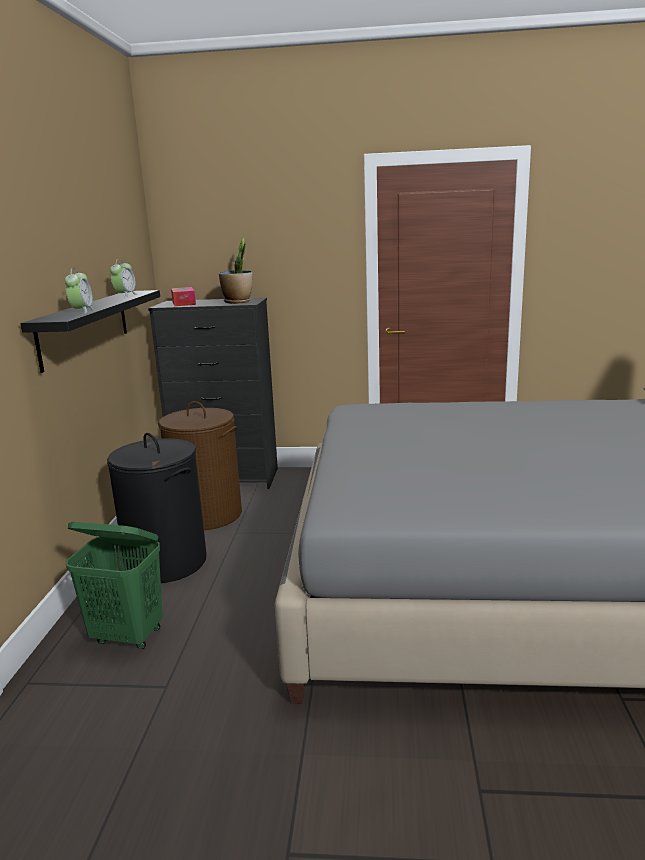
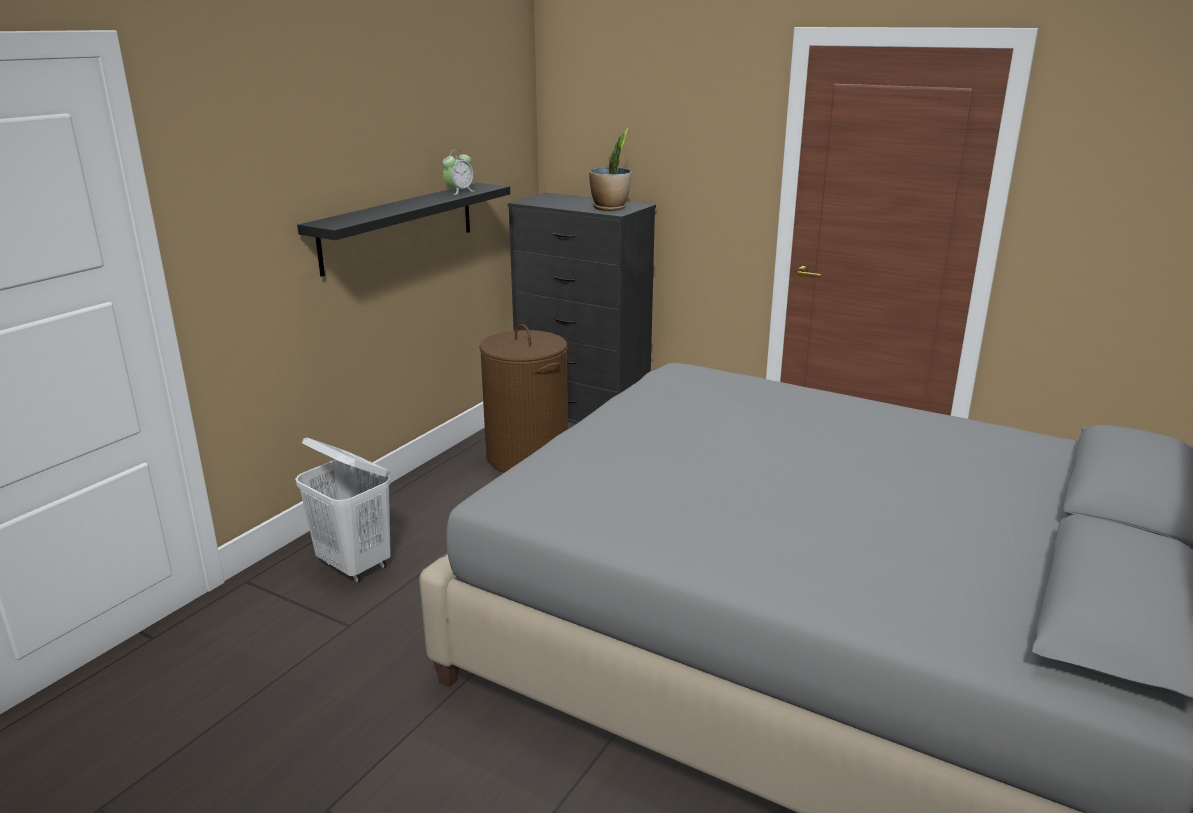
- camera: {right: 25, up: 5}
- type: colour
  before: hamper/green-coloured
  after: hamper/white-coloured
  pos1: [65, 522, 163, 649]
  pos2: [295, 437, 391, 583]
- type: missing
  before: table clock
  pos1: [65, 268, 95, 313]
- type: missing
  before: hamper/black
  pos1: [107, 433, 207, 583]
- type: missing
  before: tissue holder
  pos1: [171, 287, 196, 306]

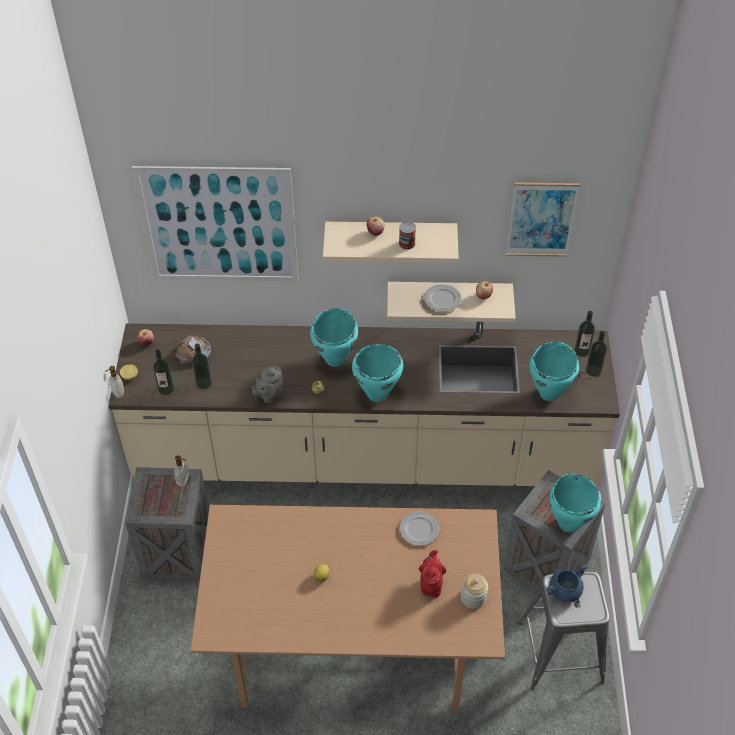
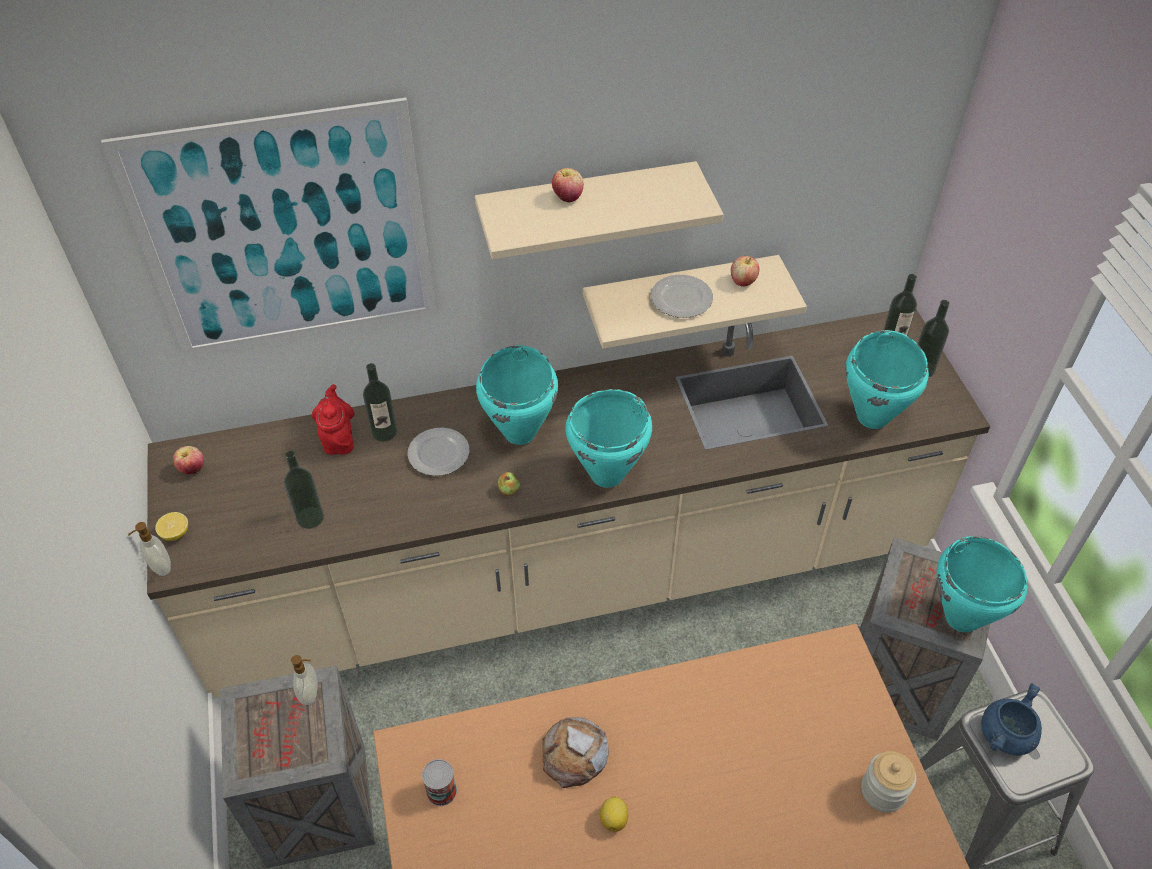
- camera: {right: -15, up: 0}
- type: relocated
  before: pot for tea/red
  pos1: [418, 550, 446, 597]
  pos2: [312, 384, 354, 455]
- type: relocated
  before: beverage bottle
  pos1: [153, 349, 174, 395]
  pos2: [363, 363, 397, 441]
- type: relocated
  before: flat dish
  pos1: [399, 511, 439, 546]
  pos2: [408, 428, 469, 476]
- type: relocated
  before: sealed can
  pos1: [399, 221, 416, 250]
  pos2: [422, 759, 457, 806]
- type: relocated
  before: bread
  pos1: [176, 335, 211, 366]
  pos2: [542, 717, 609, 788]
- type: missing
  before: pot for tea/greyish
  pos1: [252, 366, 283, 403]
- type: missing
  before: wall art
  pos1: [506, 182, 580, 257]

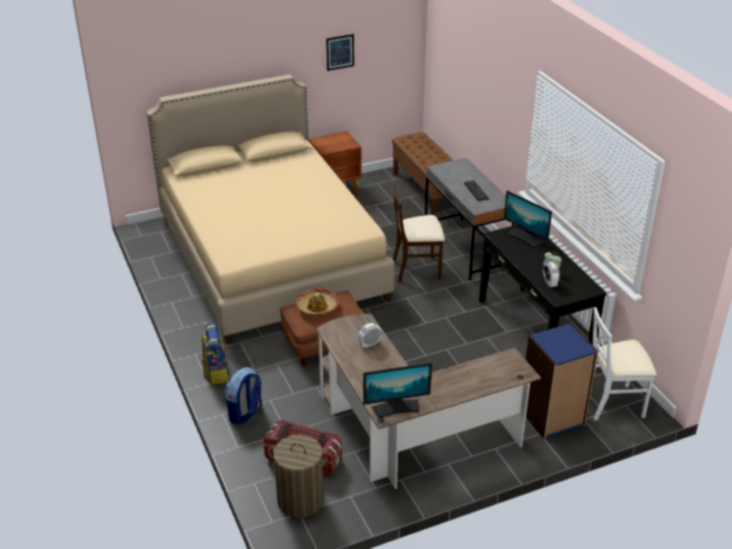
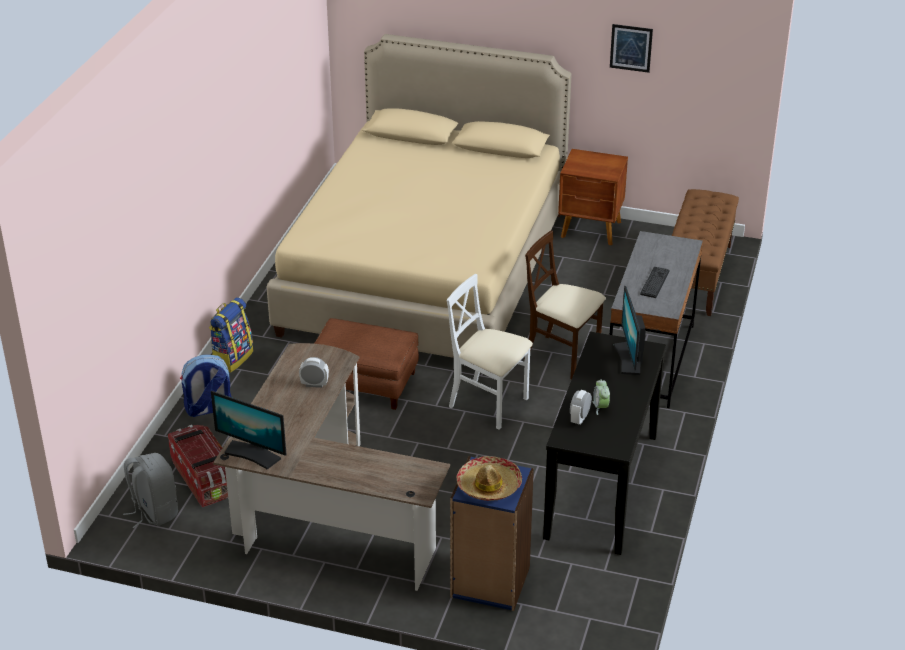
- camera: {right: 40, up: 0}
- type: exchanged
  before: hamper
  after: backpack/greyish
  pos1: [268, 434, 327, 518]
  pos2: [123, 453, 178, 528]
- type: relocated
  before: chair/white-coloured
  pos1: [593, 307, 657, 420]
  pos2: [447, 274, 533, 430]
- type: relocated
  before: wearable hat
  pos1: [296, 288, 339, 316]
  pos2: [457, 456, 522, 501]

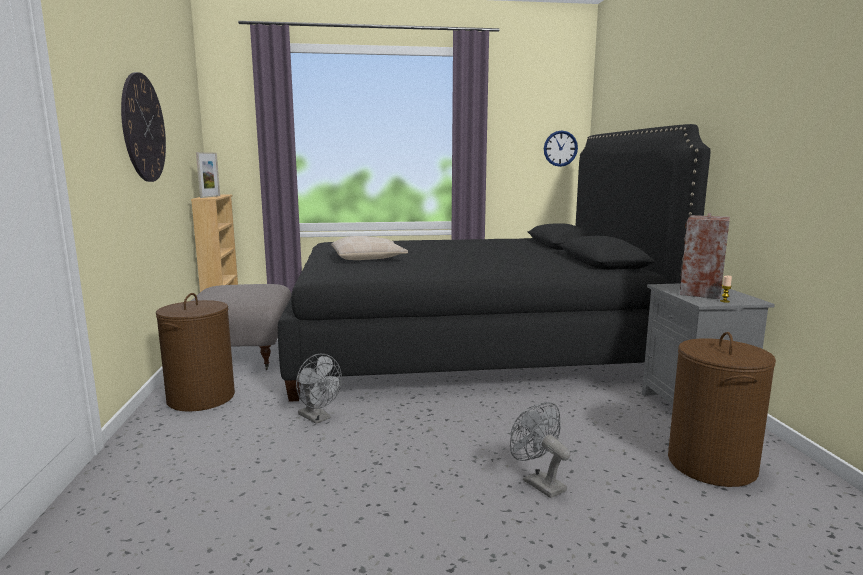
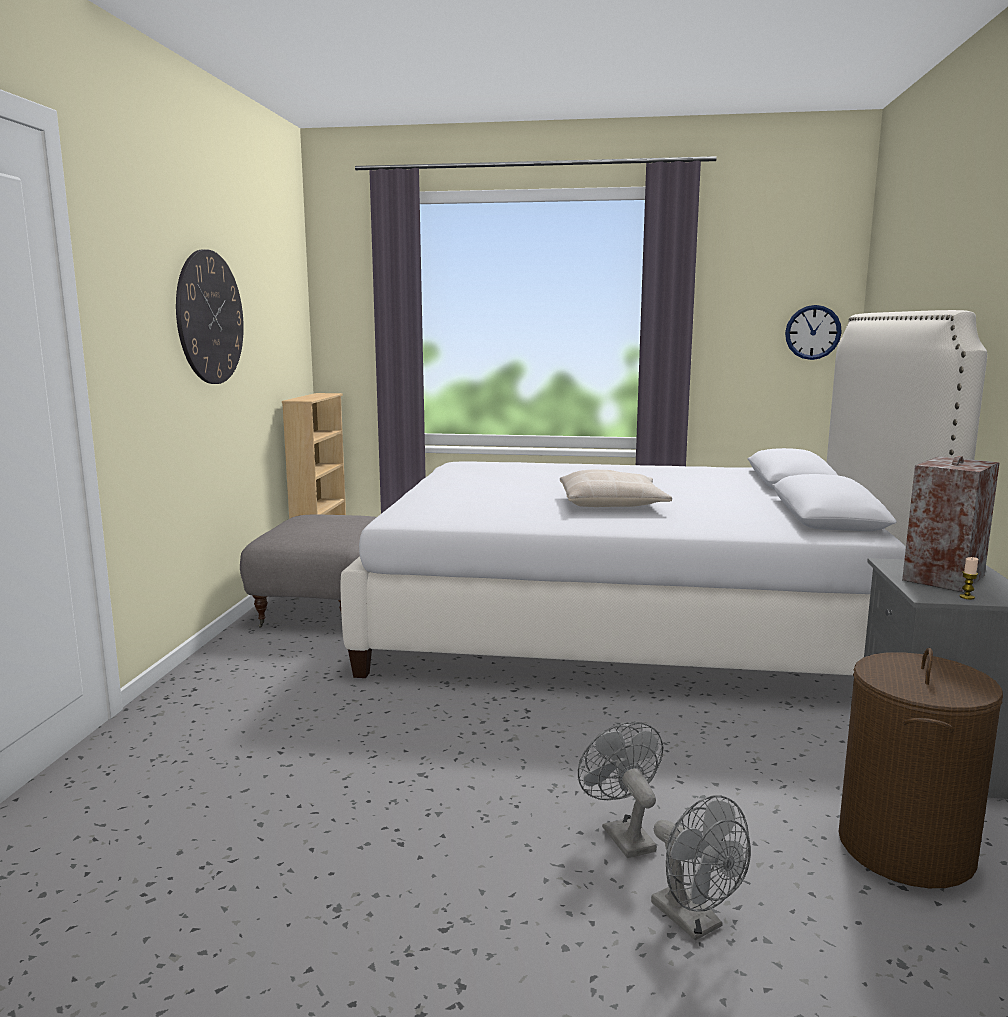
- camera: {right: 15, up: 0}
- type: colour
  before: sleeping bed/black
  after: sleeping bed/white-coloured
  pos1: [278, 124, 710, 402]
  pos2: [341, 310, 987, 678]
- type: relocated
  before: throw pillow/sand-coloured
  pos1: [331, 236, 408, 260]
  pos2: [560, 470, 672, 507]
- type: relocated
  before: cooling fan/greyish
  pos1: [296, 354, 342, 424]
  pos2: [651, 795, 751, 940]
- type: missing
  before: hamper/brown
  pos1: [156, 293, 235, 412]
- type: missing
  before: photo frame
  pos1: [196, 152, 220, 198]

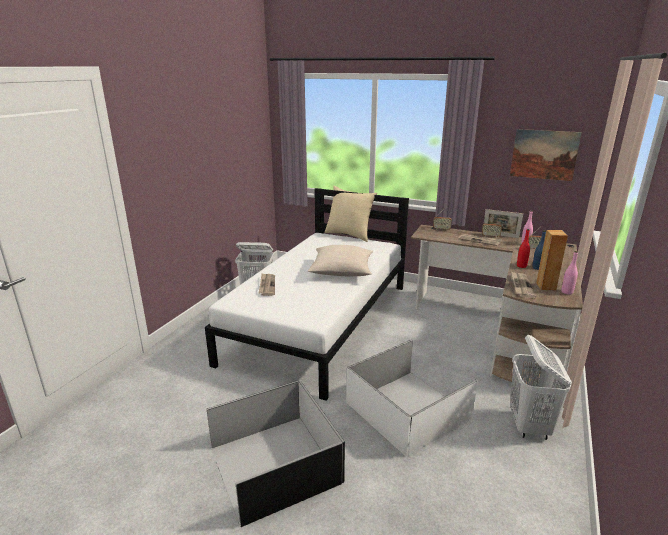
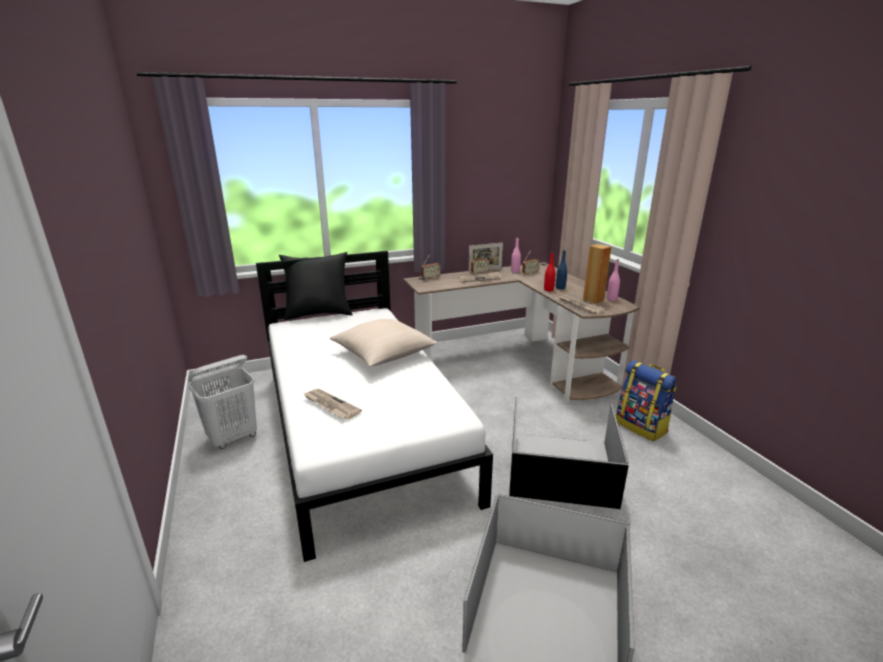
- camera: {right: -45, up: 0}
- type: colour
  before: throw pillow/sand-coloured
  after: throw pillow/black
  pos1: [325, 186, 377, 242]
  pos2: [279, 252, 353, 320]
- type: colour
  before: storage box/white-coloured
  after: storage box/black
  pos1: [346, 340, 478, 457]
  pos2: [509, 397, 629, 509]
- type: exchanged
  before: hamper/white-coloured
  after: backpack
  pos1: [510, 335, 572, 440]
  pos2: [616, 360, 677, 441]
- type: missing
  before: wall art
  pos1: [510, 129, 582, 181]

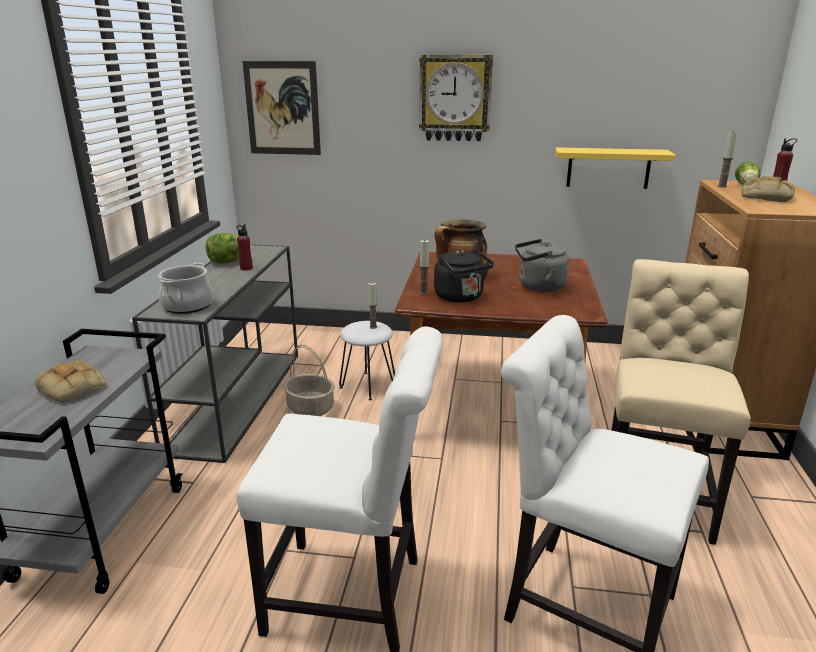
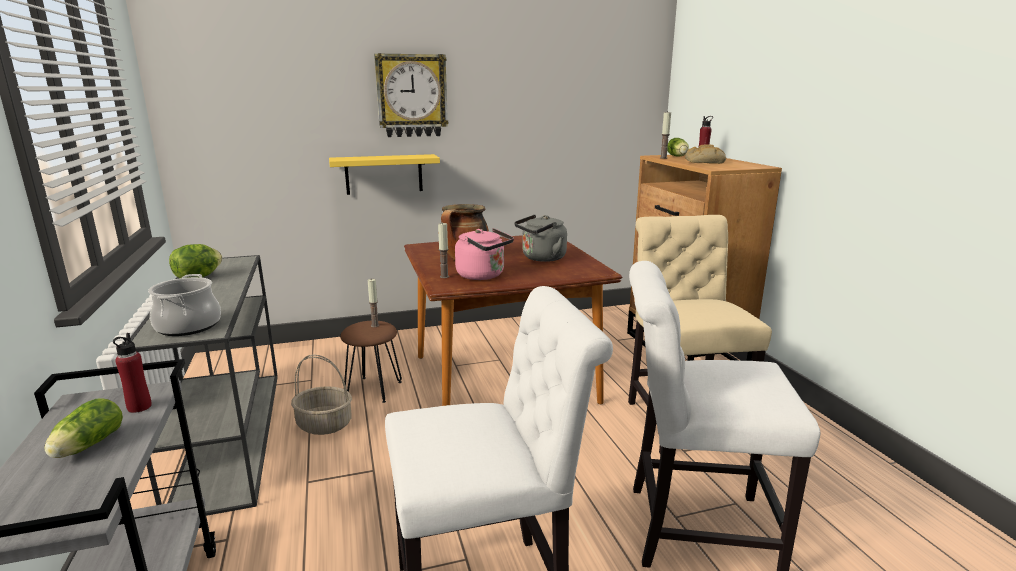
- camera: {right: -25, up: -5}
- type: exchanged
  before: bread
  after: head of lettuce
  pos1: [35, 360, 106, 403]
  pos2: [45, 399, 123, 458]
- type: relocated
  before: beverage bottle/red
  pos1: [236, 224, 253, 271]
  pos2: [113, 333, 152, 413]
- type: relocated
  before: shelf/yellow
  pos1: [555, 147, 676, 189]
  pos2: [329, 154, 440, 195]
- type: colour
  before: sitting stool/white-coloured
  after: sitting stool/brown
  pos1: [339, 321, 395, 400]
  pos2: [340, 321, 402, 403]
- type: colour
  before: tea kettle/black
  after: tea kettle/pinkish
  pos1: [434, 250, 494, 303]
  pos2: [455, 228, 514, 280]
- type: missing
  before: wall art
  pos1: [242, 61, 321, 155]

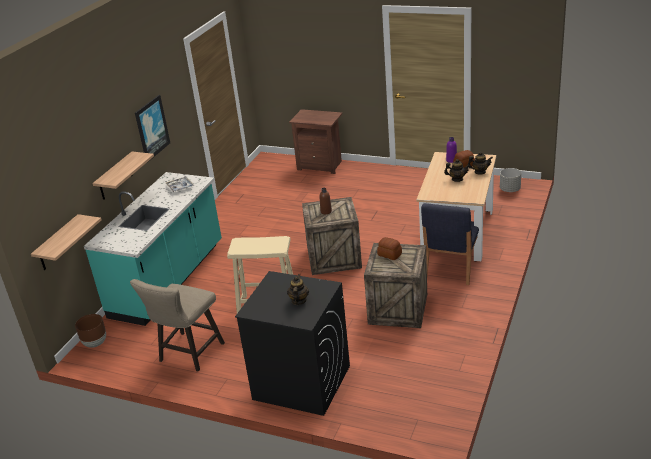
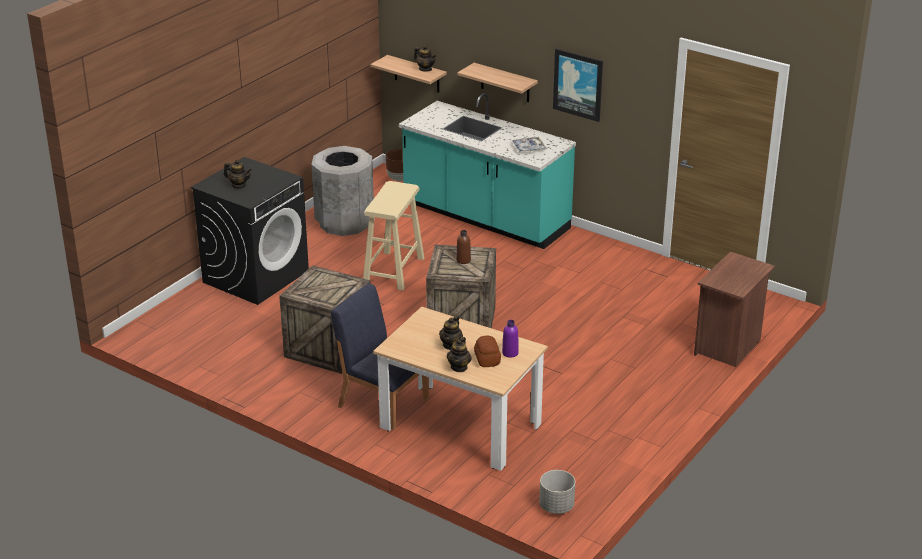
- camera: {right: 100, up: 0}
- type: exchanged
  before: sitting stool/sand-coloured
  after: rubbish bin/greyish
  pos1: [130, 279, 225, 371]
  pos2: [311, 146, 374, 236]
- type: appeared
  after: pot for tea
  pos2: [414, 45, 436, 72]
- type: missing
  before: bread
  pos1: [377, 237, 402, 260]

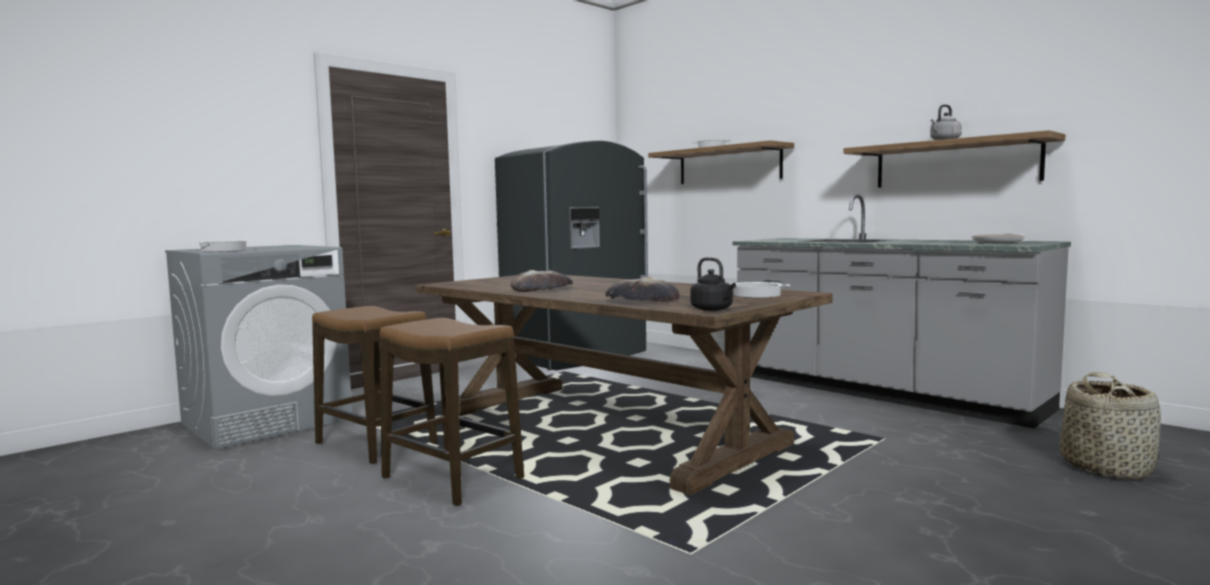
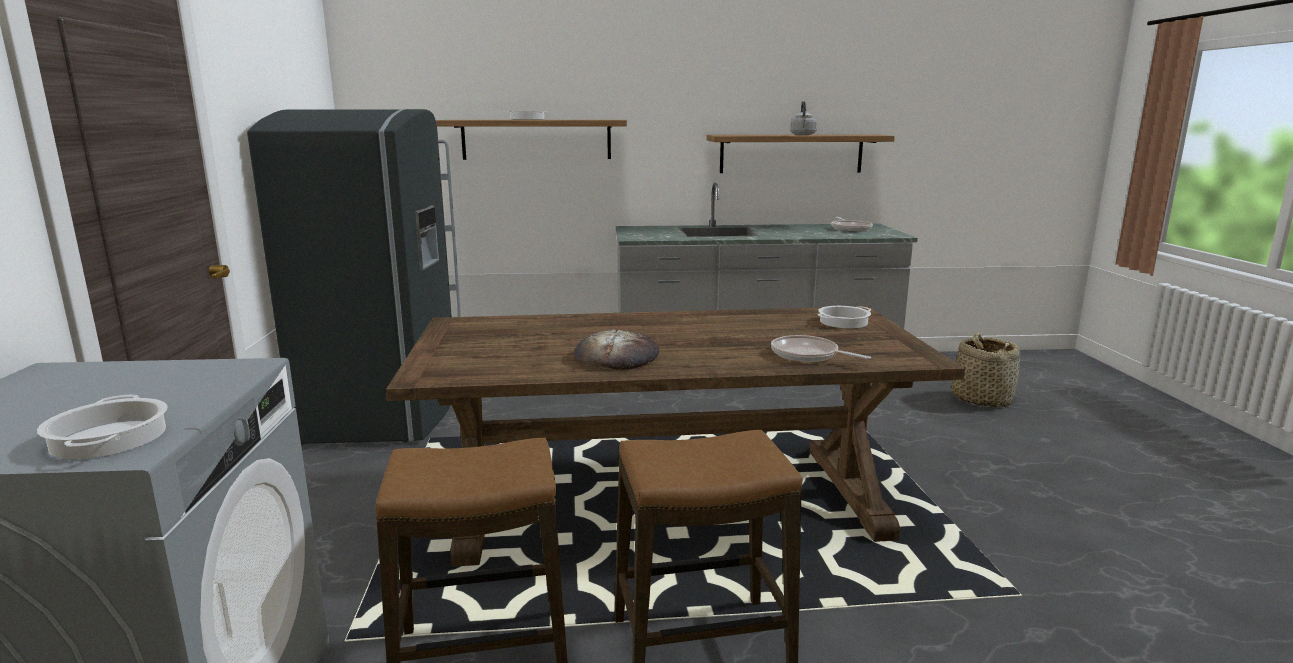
- camera: {right: -50, up: 10}
- type: exchanged
  before: bread
  after: frying pan
  pos1: [605, 276, 679, 302]
  pos2: [771, 335, 871, 362]
- type: missing
  before: tea kettle/black
  pos1: [690, 257, 736, 311]

